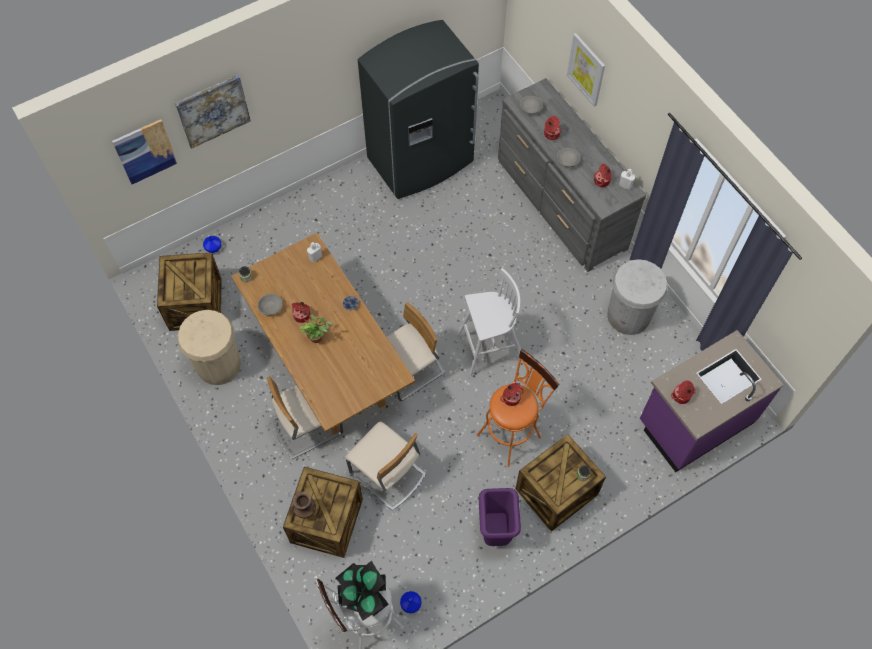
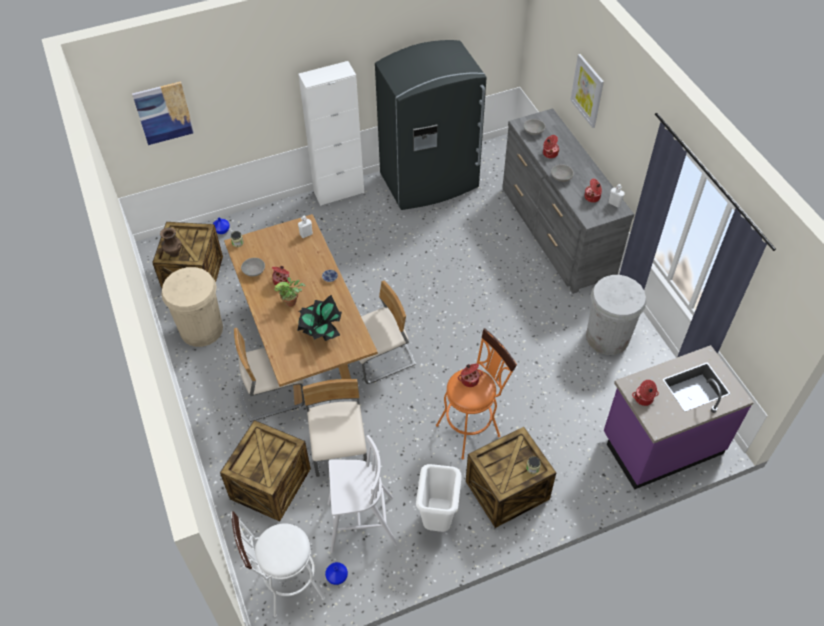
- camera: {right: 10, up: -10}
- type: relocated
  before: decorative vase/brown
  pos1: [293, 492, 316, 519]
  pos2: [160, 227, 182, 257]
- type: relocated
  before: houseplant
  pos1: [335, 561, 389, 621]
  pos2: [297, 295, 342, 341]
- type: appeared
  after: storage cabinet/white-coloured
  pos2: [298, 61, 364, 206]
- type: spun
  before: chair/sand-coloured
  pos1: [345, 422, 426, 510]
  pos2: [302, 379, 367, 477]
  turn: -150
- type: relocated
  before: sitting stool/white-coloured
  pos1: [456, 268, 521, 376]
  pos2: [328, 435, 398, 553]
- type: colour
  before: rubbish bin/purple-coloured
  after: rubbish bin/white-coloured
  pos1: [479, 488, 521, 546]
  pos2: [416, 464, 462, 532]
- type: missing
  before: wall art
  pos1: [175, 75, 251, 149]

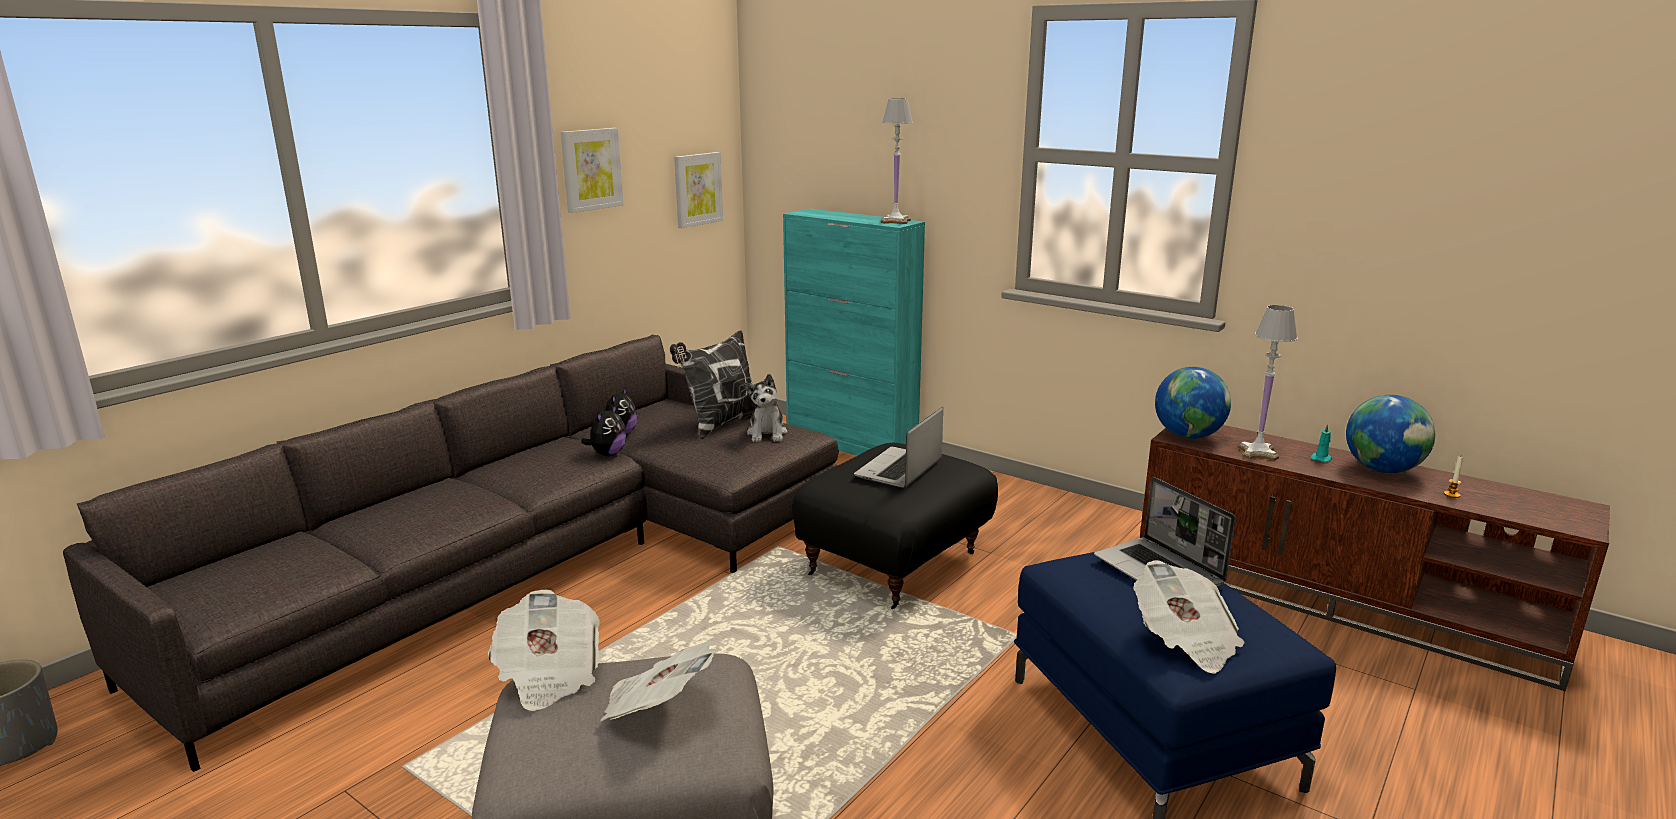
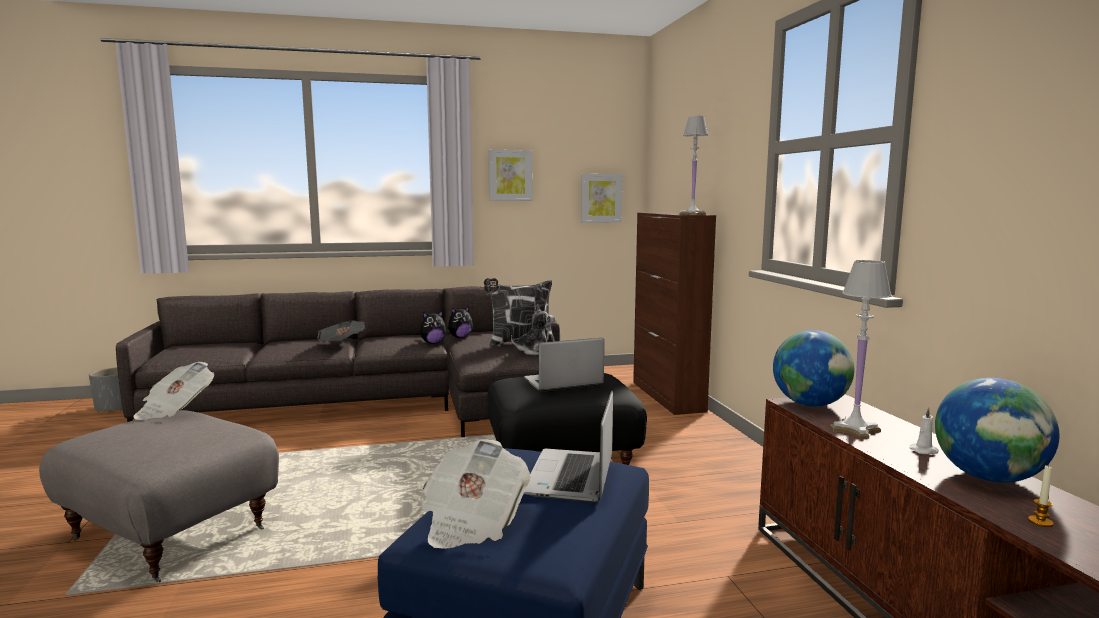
- camera: {right: 40, up: -10}
- type: relocated
  before: newspaper
  pos1: [601, 641, 714, 721]
  pos2: [317, 320, 365, 341]
- type: spun
  before: plush toy
  pos1: [744, 374, 788, 442]
  pos2: [511, 304, 555, 355]
  turn: -150
- type: colour
  before: storage cabinet/blue-green
  after: storage cabinet/brown
  pos1: [783, 209, 925, 456]
  pos2: [633, 212, 716, 415]
- type: colour
  before: wax light/blue-green
  after: wax light/white-coloured
  pos1: [1310, 424, 1332, 462]
  pos2: [910, 407, 939, 454]

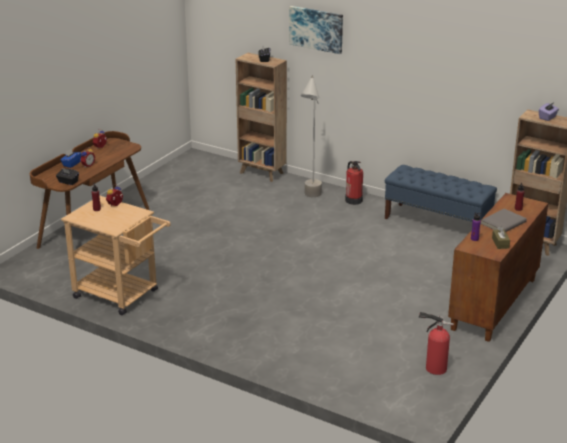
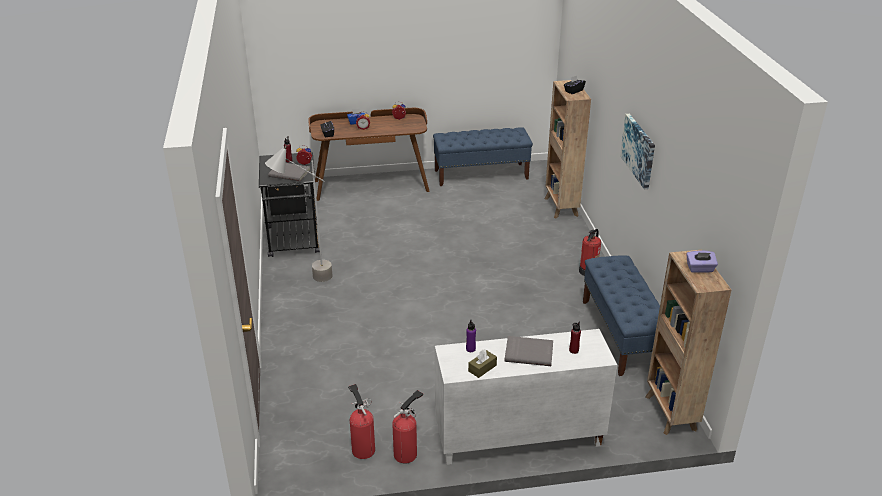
- camera: {right: 50, up: 5}
- type: colour
  before: wheeled cart/sand-coloured
  after: wheeled cart/black
  pos1: [61, 196, 171, 315]
  pos2: [259, 152, 320, 257]
- type: relocated
  before: standing lamp/greyish
  pos1: [301, 76, 322, 197]
  pos2: [265, 146, 333, 282]
- type: appeared
  after: bound book/greyish
  pos2: [268, 163, 310, 182]
- type: appeared
  after: extinguisher
  pos2: [392, 390, 423, 463]
- type: appeared
  after: indoor bench/bluish
  pos2: [433, 127, 533, 186]
- type: colour
  before: storage cabinet/brown
  after: storage cabinet/white-coloured
  pos1: [448, 193, 548, 342]
  pos2: [435, 329, 617, 465]
- type: relocated
  before: wall art
  pos1: [289, 6, 343, 54]
  pos2: [620, 114, 655, 189]

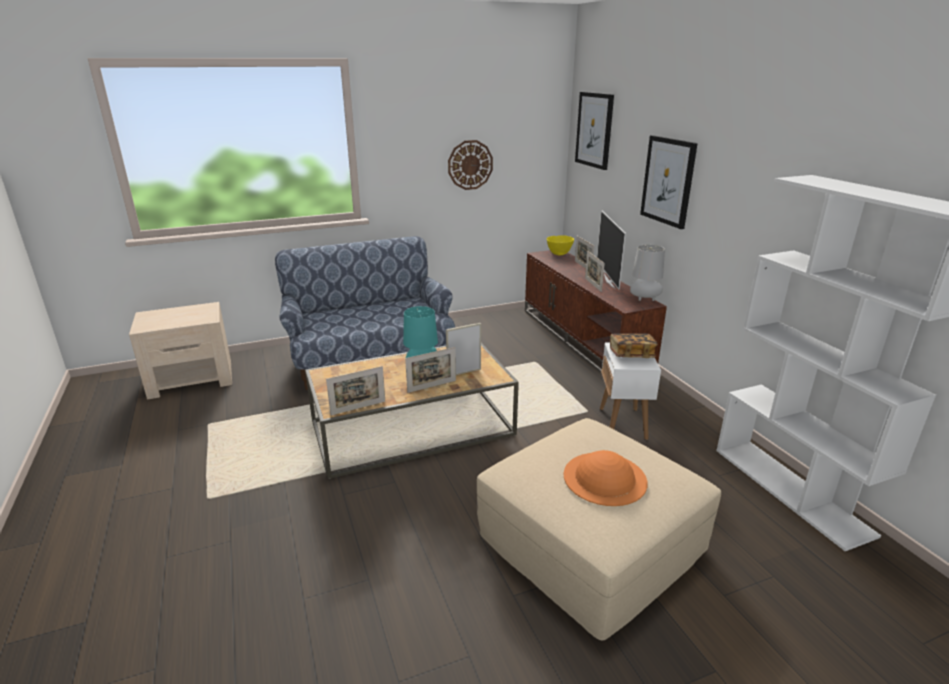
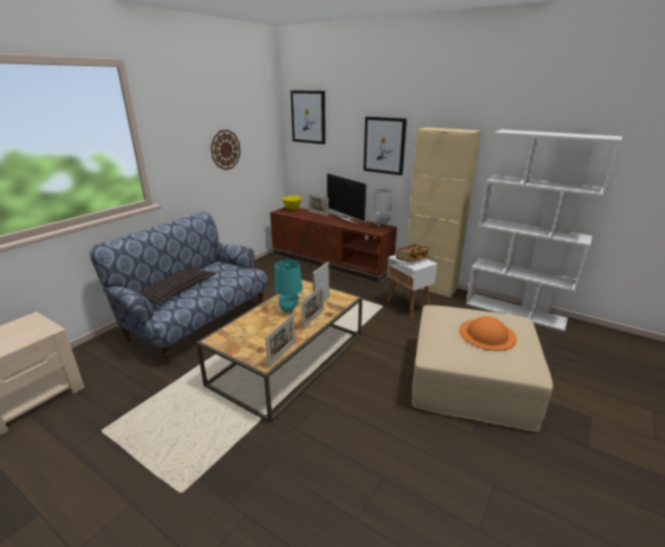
- camera: {right: -35, up: 0}
- type: appeared
  after: throw pillow
  pos2: [139, 267, 216, 306]
- type: appeared
  after: storage cabinet/sand-coloured
  pos2: [407, 127, 481, 298]
- type: missing
  before: photo frame
  pos1: [585, 251, 605, 292]

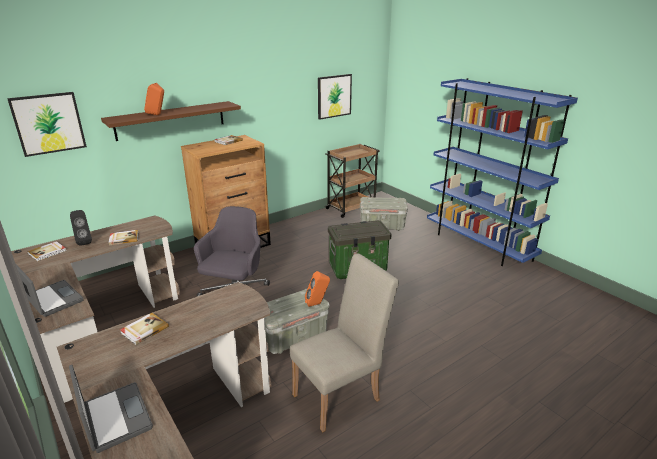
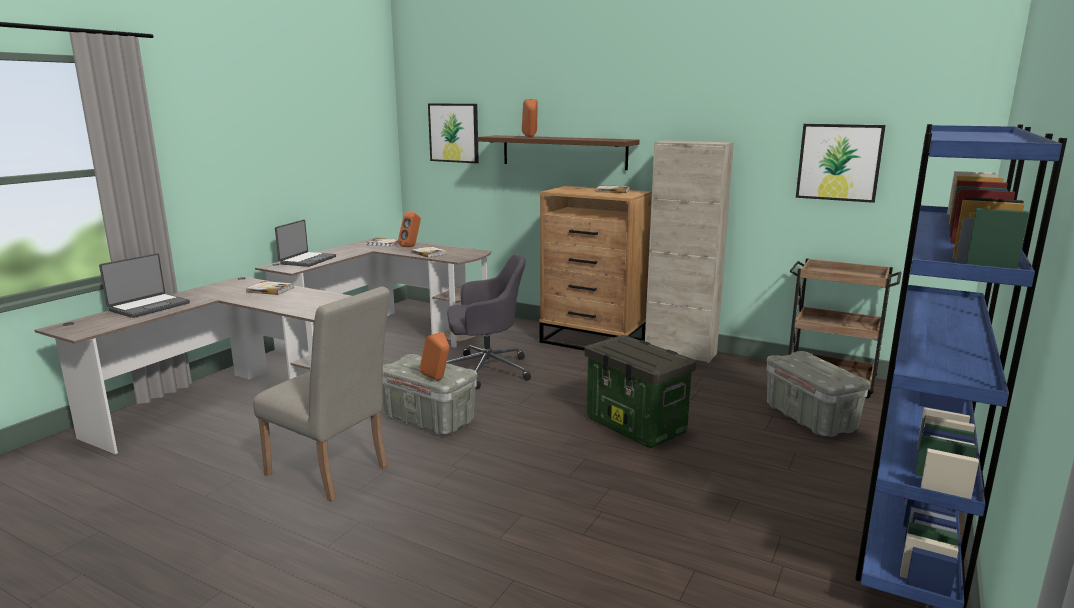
- camera: {right: 65, up: -10}
- type: colour
  before: speaker/black
  after: speaker/orange
  pos1: [70, 210, 92, 246]
  pos2: [398, 212, 421, 247]
- type: appeared
  after: storage cabinet/sand-coloured
  pos2: [645, 140, 734, 363]

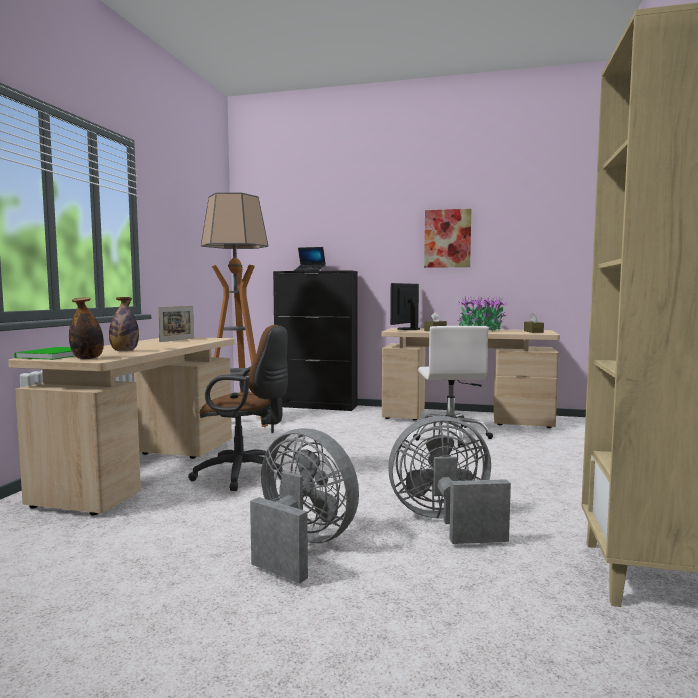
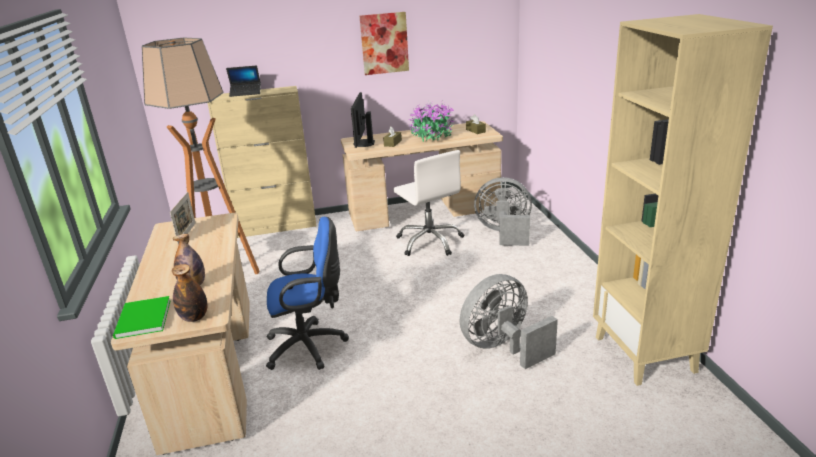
- camera: {right: -25, up: 20}
- type: colour
  before: storage cabinet/black
  after: storage cabinet/sand-coloured
  pos1: [273, 270, 358, 411]
  pos2: [208, 86, 317, 238]
- type: colour
  before: computer chair/brown
  after: computer chair/bluish
  pos1: [188, 325, 288, 491]
  pos2: [266, 217, 349, 370]
- type: relocated
  before: cooling fan/greyish
  pos1: [250, 428, 359, 584]
  pos2: [474, 177, 532, 246]

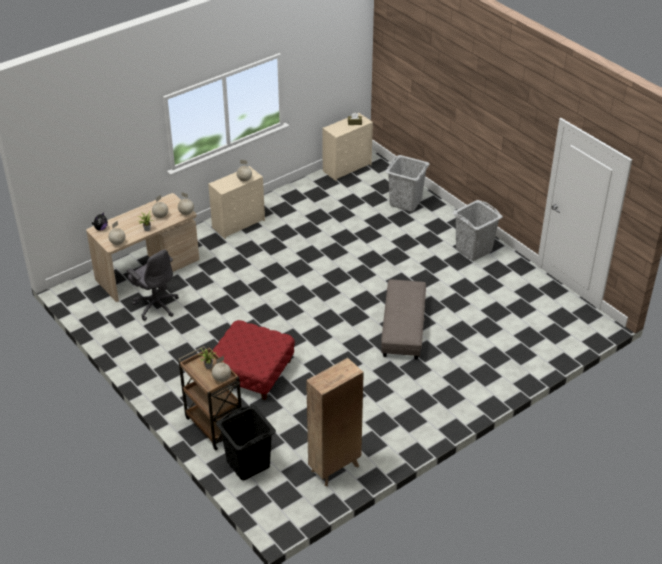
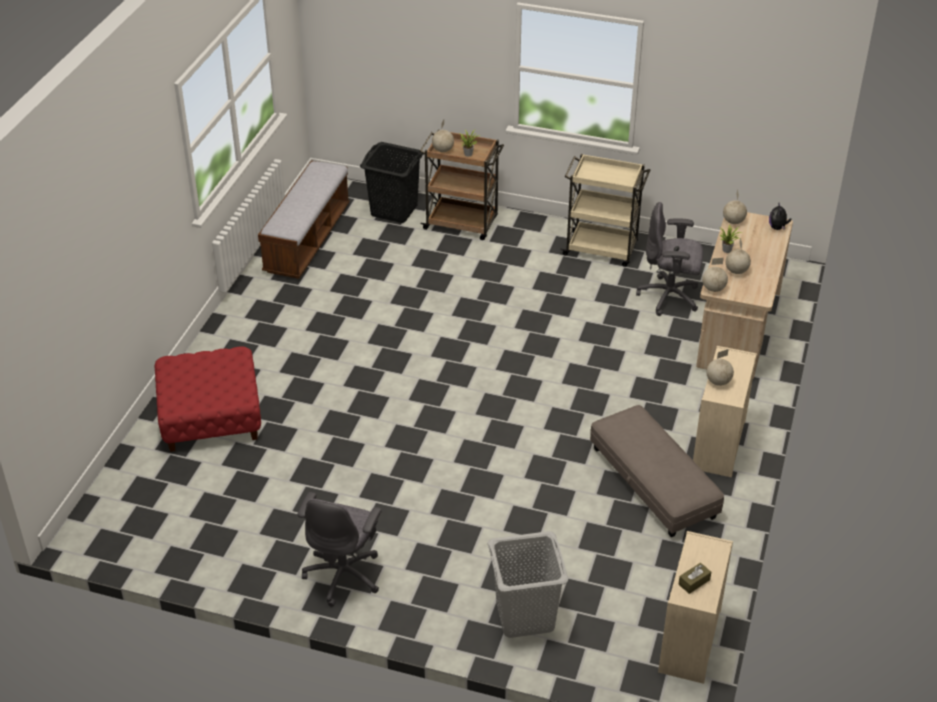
- camera: {right: 145, up: 0}
- type: relocated
  before: ottoman/red
  pos1: [213, 320, 295, 400]
  pos2: [155, 347, 261, 452]
- type: exchanged
  before: bookcase/brown
  after: indoor bench
  pos1: [306, 358, 364, 486]
  pos2: [258, 160, 350, 279]
- type: exchanged
  before: hamper/greyish
  after: computer chair/greyish
  pos1: [453, 200, 503, 261]
  pos2: [297, 492, 382, 607]
- type: appeared
  after: wheeled cart/sand-coloured
  pos2: [560, 154, 650, 267]
- type: relocated
  before: ottoman/greyish
  pos1: [381, 279, 426, 359]
  pos2: [590, 405, 724, 537]

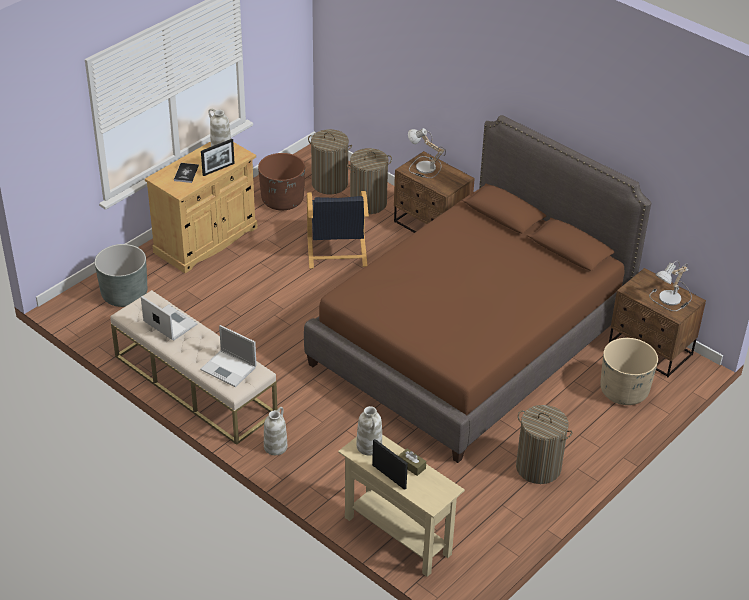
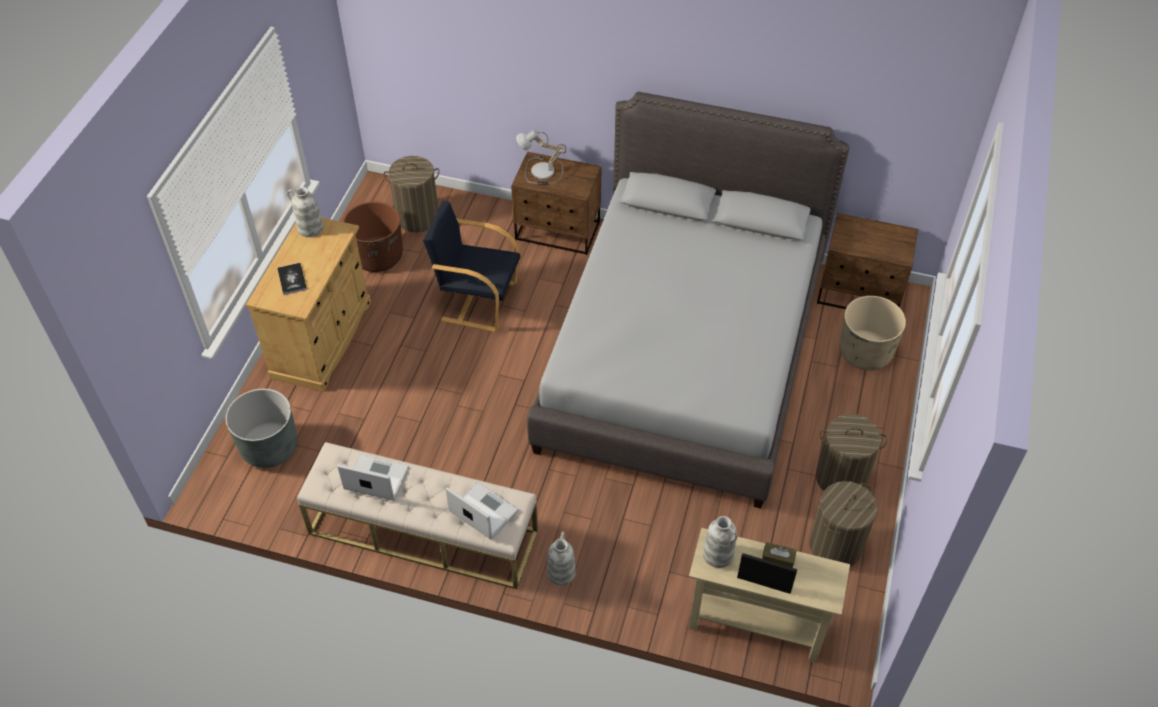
- camera: {right: -25, up: 10}
- type: spun
  before: armchair/black
  pos1: [307, 191, 369, 268]
  pos2: [423, 201, 520, 332]
  turn: 135
- type: spun
  before: notebook computer
  pos1: [200, 325, 257, 387]
  pos2: [446, 482, 519, 540]
  turn: -150
- type: colour
  before: sleeping bed/brown
  after: sleeping bed/greyish
  pos1: [304, 115, 651, 463]
  pos2: [527, 92, 850, 508]
- type: relocated
  before: hamper
  pos1: [347, 148, 392, 214]
  pos2: [809, 481, 878, 567]
- type: missing
  before: photo frame
  pos1: [201, 139, 235, 176]
- type: missing
  before: tabletop lamp
  pos1: [649, 261, 692, 311]

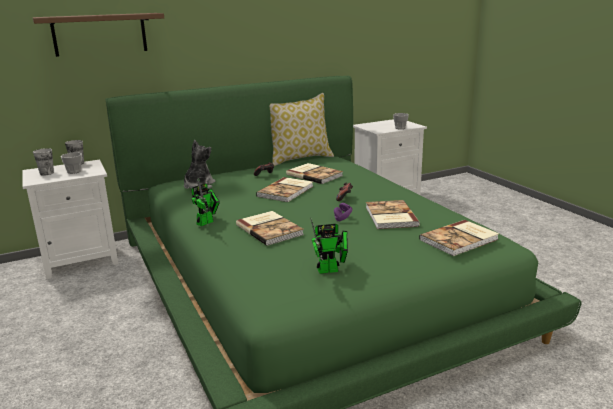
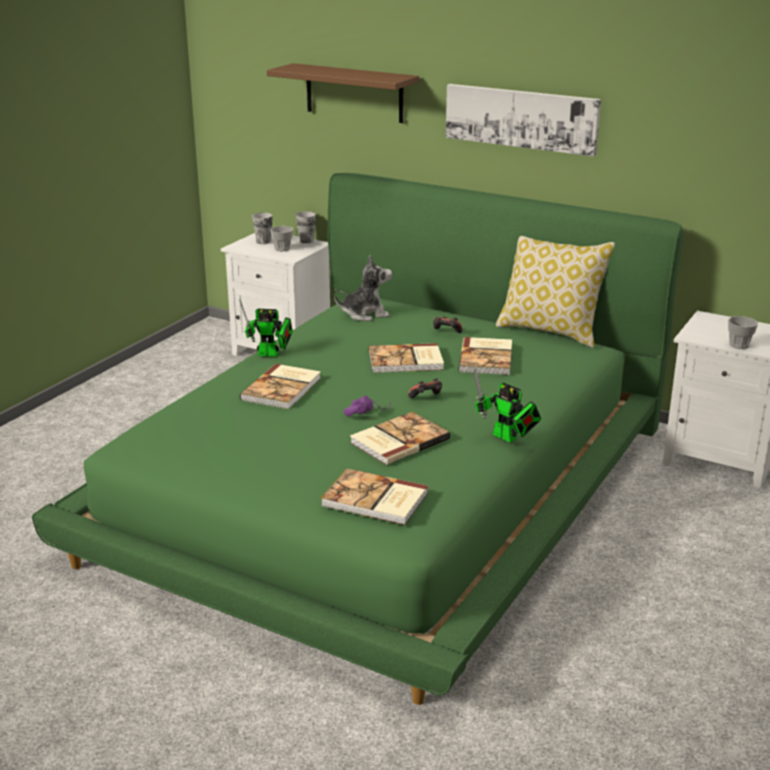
- camera: {right: 55, up: 5}
- type: appeared
  after: wall art
  pos2: [446, 84, 601, 157]
- type: relocated
  before: toy robot
  pos1: [311, 218, 348, 274]
  pos2: [473, 367, 541, 442]

